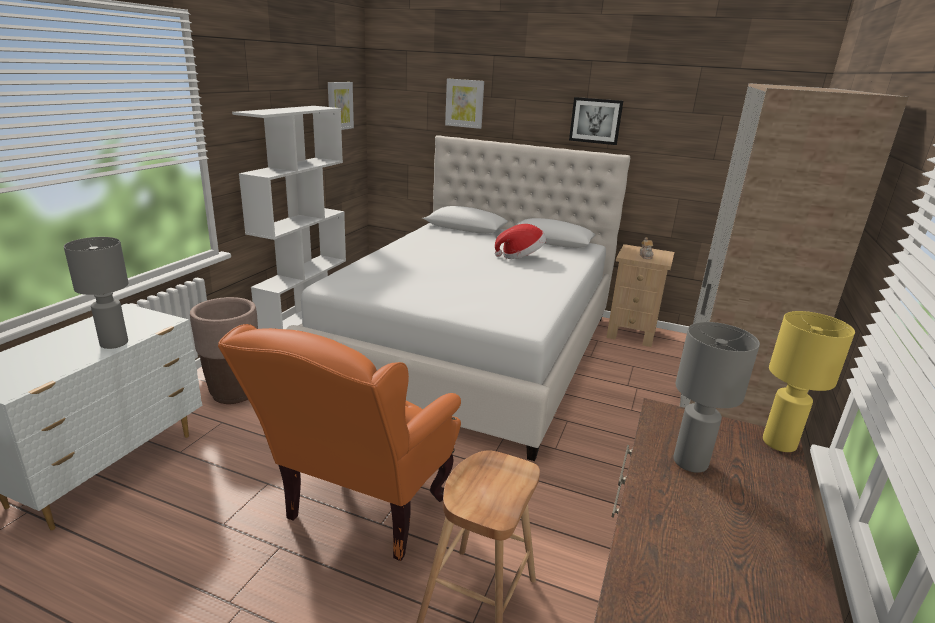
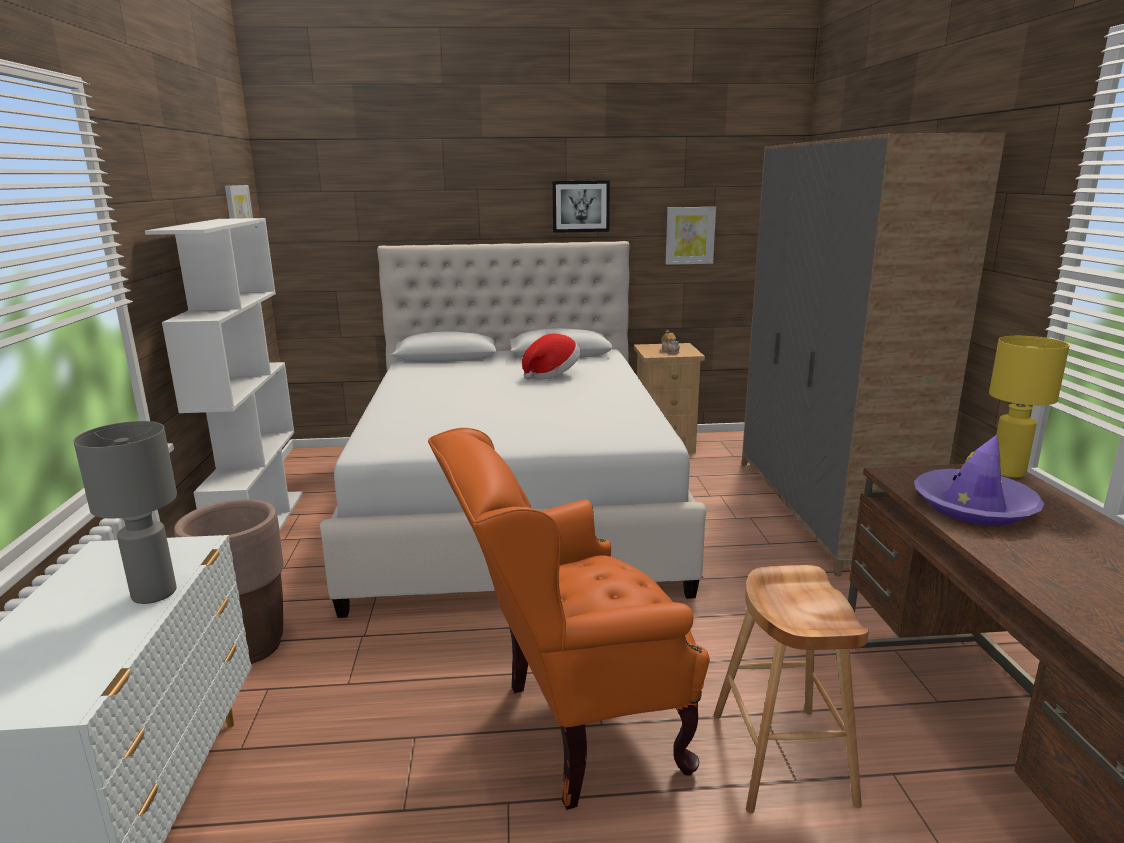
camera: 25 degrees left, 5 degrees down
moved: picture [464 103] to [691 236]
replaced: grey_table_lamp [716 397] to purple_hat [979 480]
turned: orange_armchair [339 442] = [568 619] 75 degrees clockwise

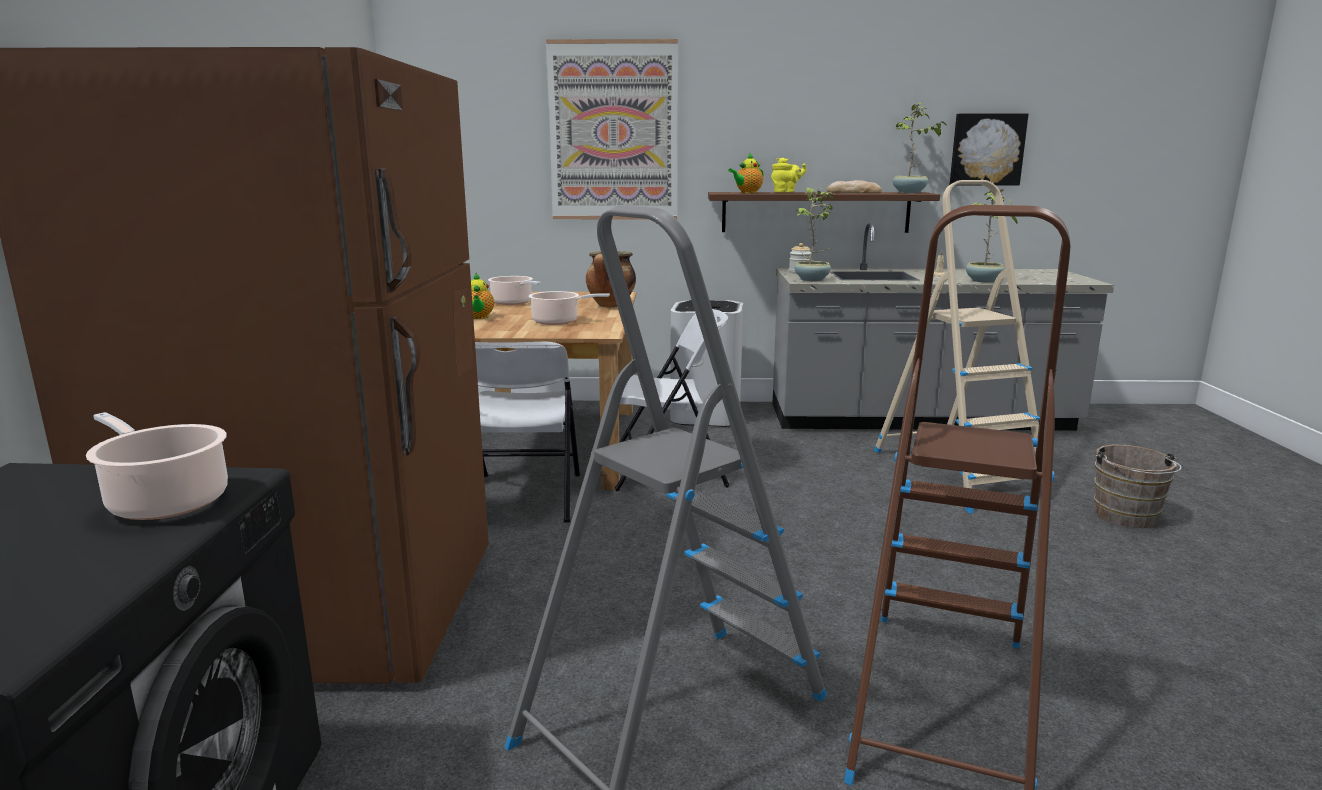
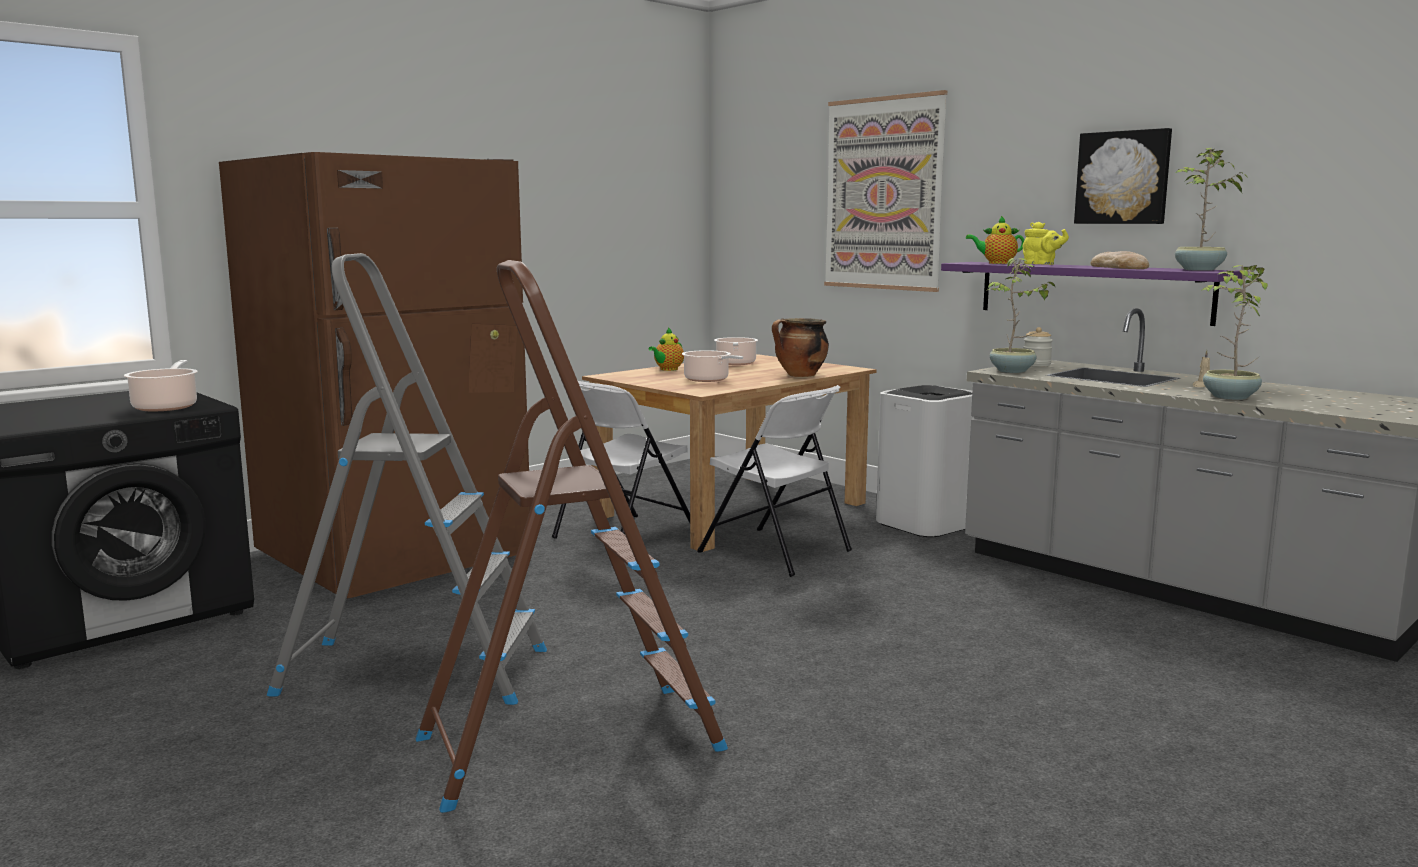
camera: 45 degrees right, 5 degrees down
removed: beige_step_ladder [957 346]; brown_bucket [1138 486]
moved: picture [989 149] to [1123 176]
recoloured: brown_shelf [824 212] to purple_shelf [1091 294]

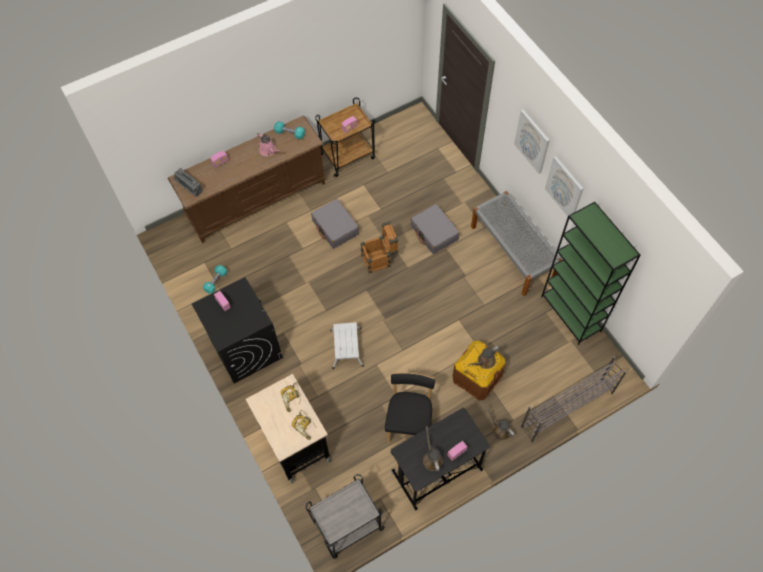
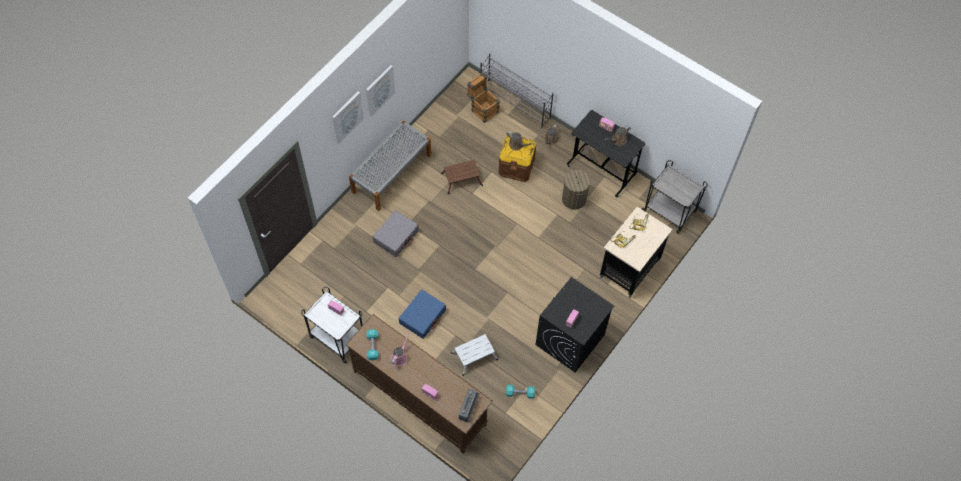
camera: 115 degrees left, 0 degrees up
removed: green_bookcase [590 273]
added: brown_step_ladder [462 177]
moved: white_step_ladder [347 345] to [475 355]; crate [379 247] to [483 97]
replaced: black_chair [410 407] to laundry_basket [576 189]
recoloured: grey_suitcase [335 224] to blue_suitcase [422 314]; brown_cart [345 137] to white_cart [332 325]

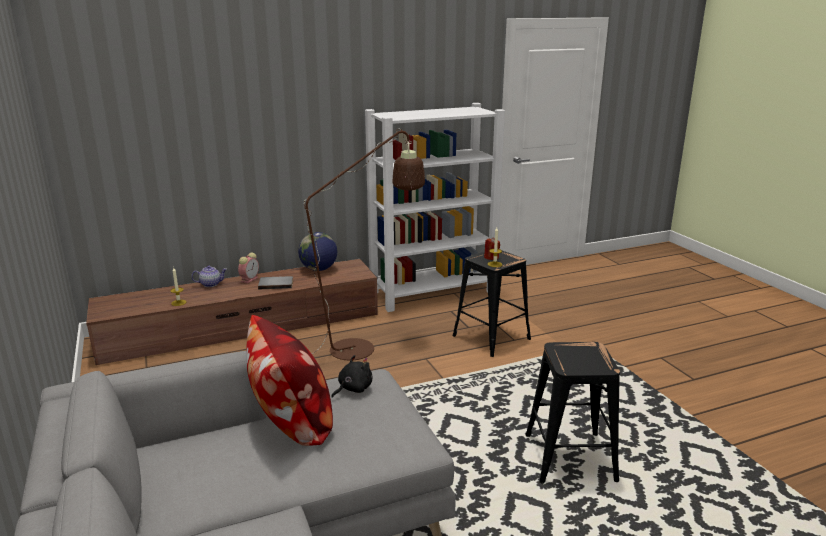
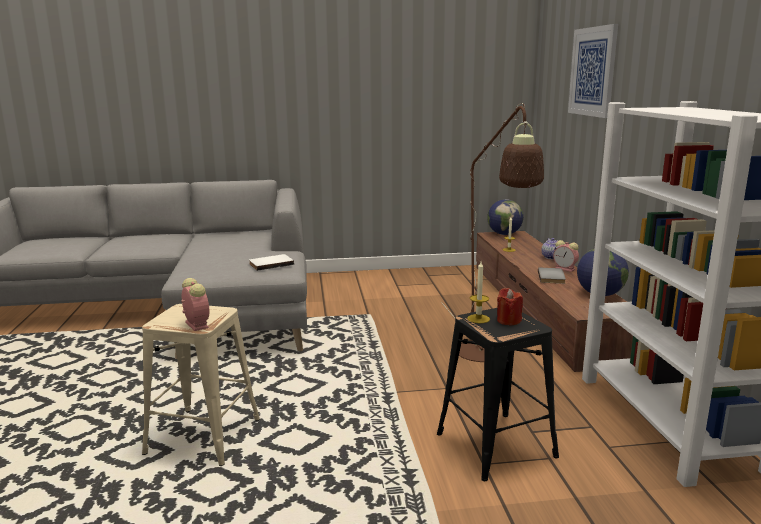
camera: 105 degrees right, 5 degrees down
removed: pillow [289 380]
added: alarm_clock [195 304]; globe [505 217]; picture [593 71]
replaced: black_plush_toy [351 376] to white_book [271 262]
recoloured: black_stool [573 413] to beige_stool [201 385]

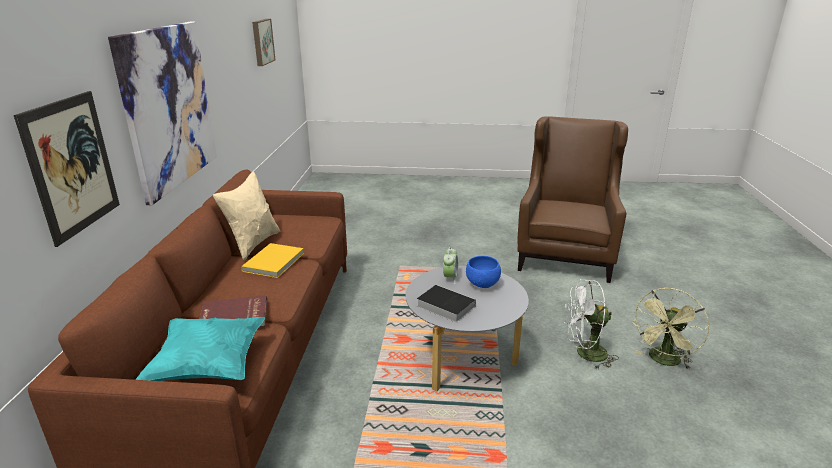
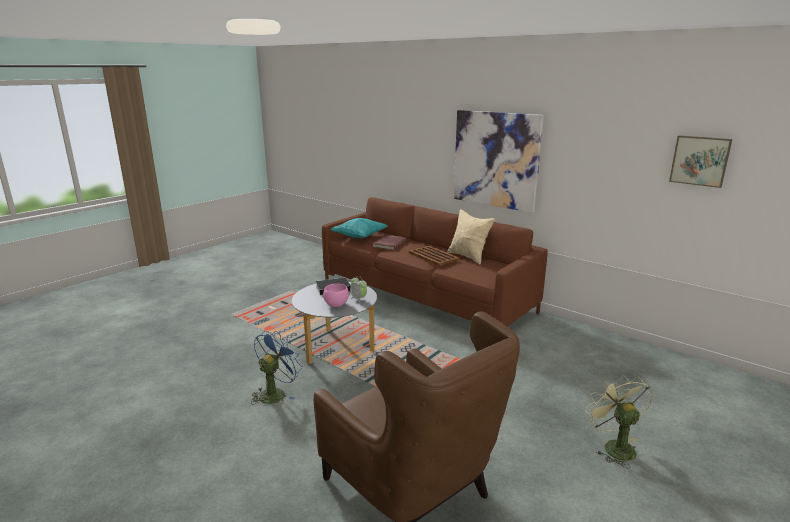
camera: 125 degrees right, 5 degrees down
removed: picture [67 169]
moved: green_fan [671 329] to [618 422]
replaced: yellow_book [272 260] to brown_tray [434 256]
recoloured: blue_bowl [483 272] to pink_bowl [336 295]; white_fan [591 324] to blue_fan [277 368]

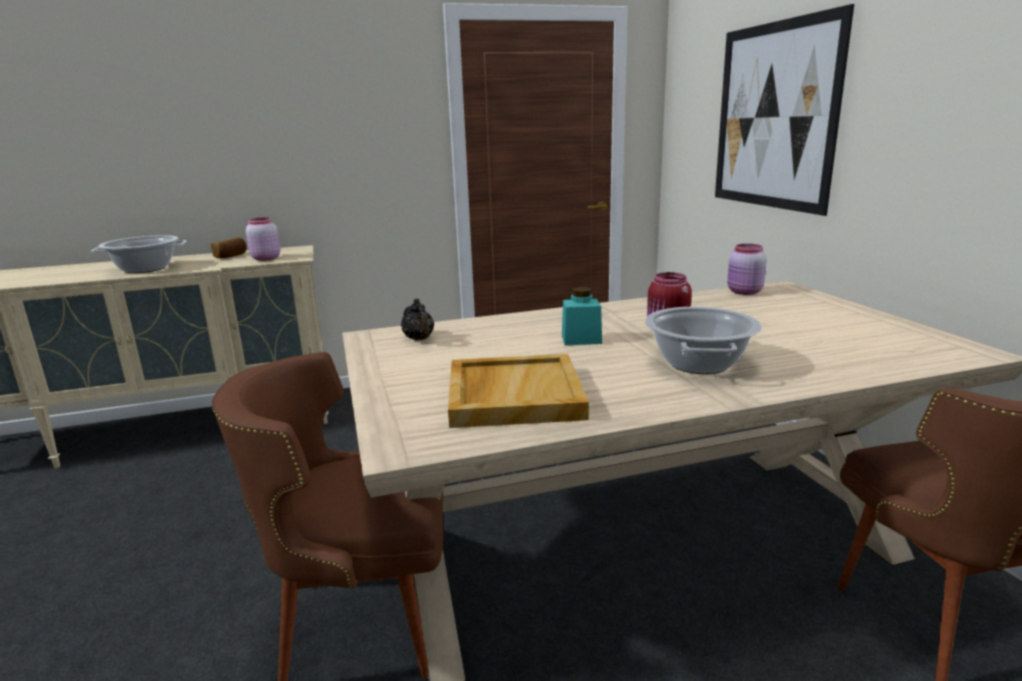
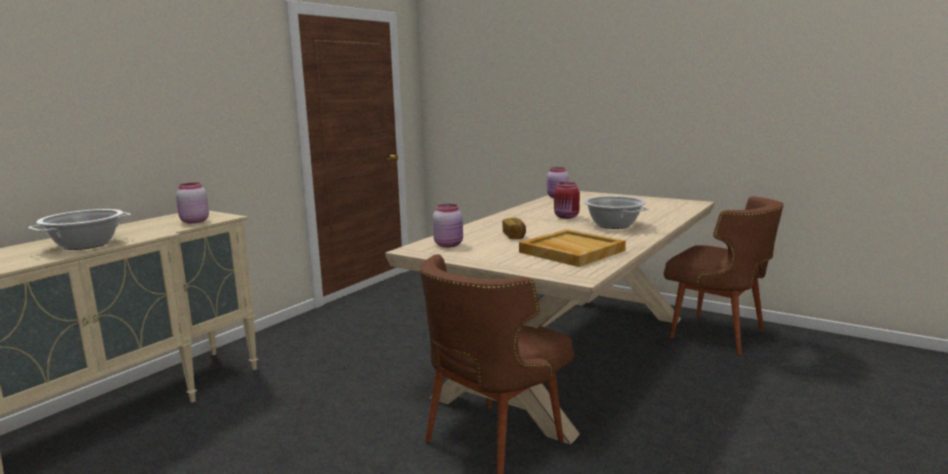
camera: 40 degrees left, 5 degrees down
removed: turquoise_jar [582 316]; picture [784 110]
moved: bread [229 247] to [514 228]
replaced: black_teapot [417 320] to pink_jar [448 225]

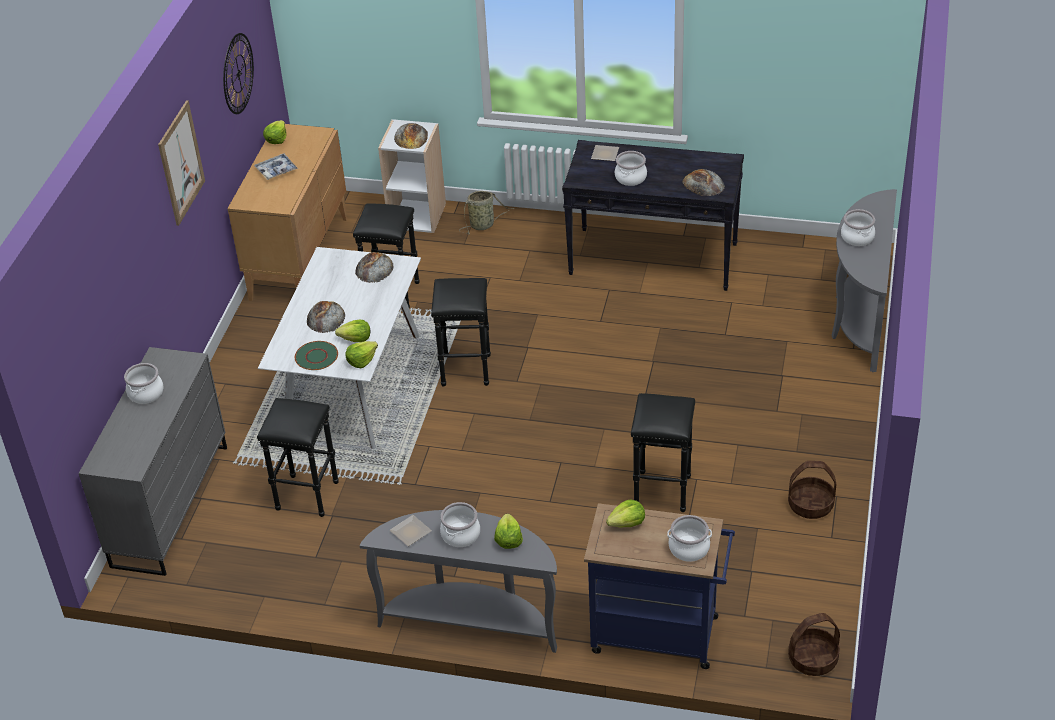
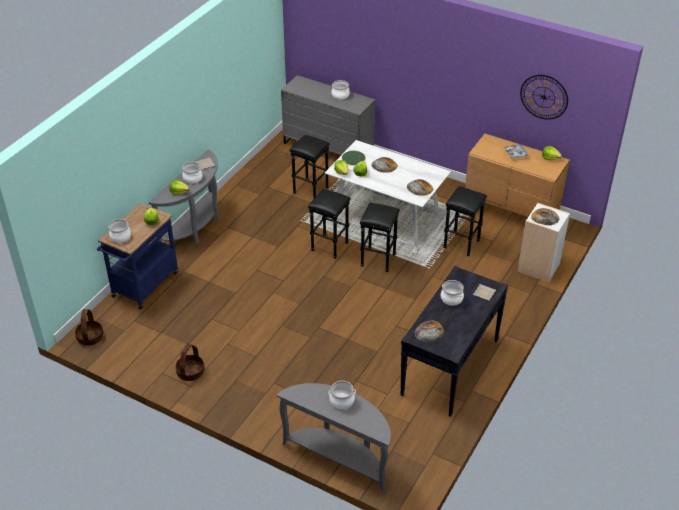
camera: 105 degrees right, 0 degrees up
removed: picture [181 163]; basket [486 212]
moved: black_stool [663 452] to [329 224]

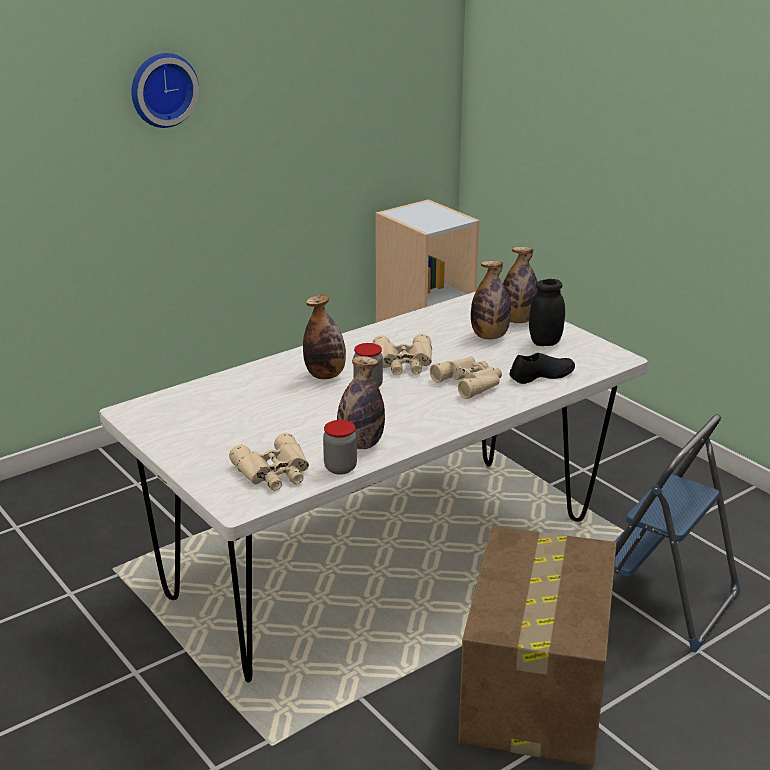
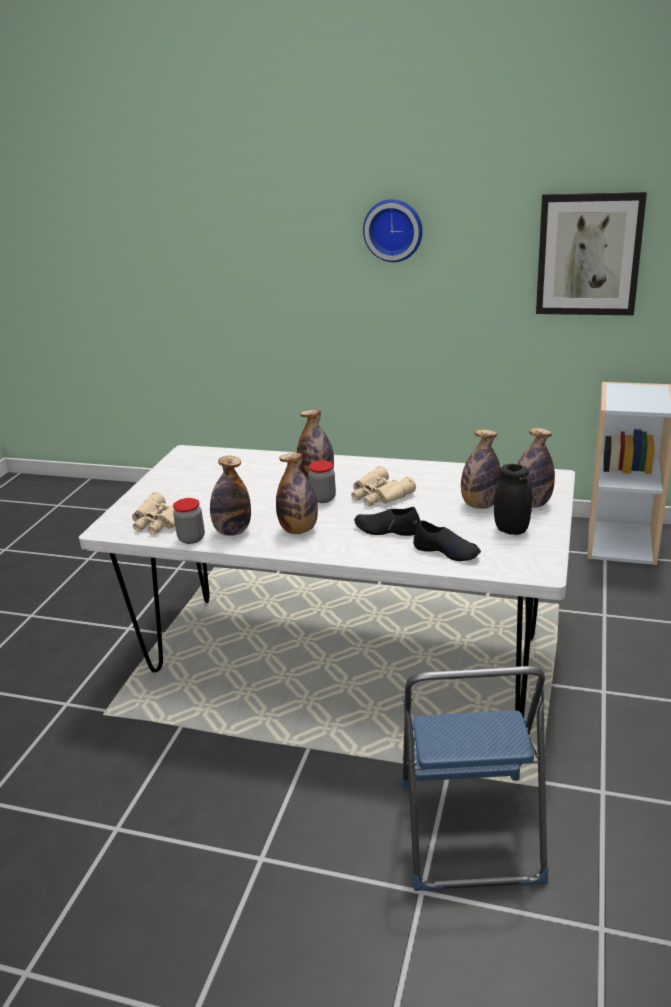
camera: 55 degrees right, 0 degrees up
removed: cardboard_box [537 646]
added: bottle [297 493]; picture [591 253]
replaced: beige_binoculars [466 377] to black_shoe [387 521]

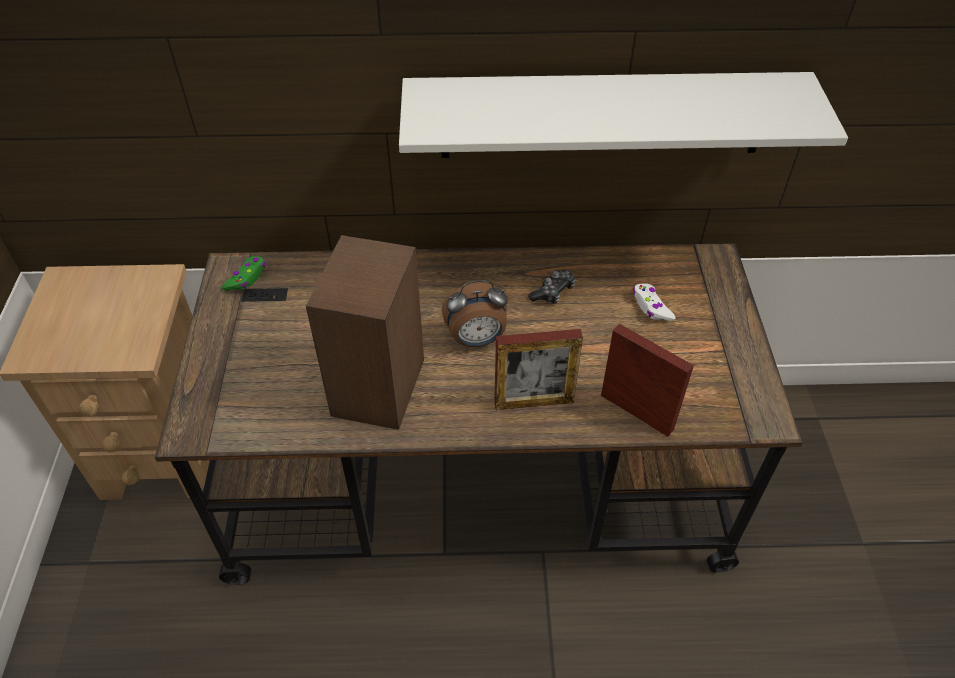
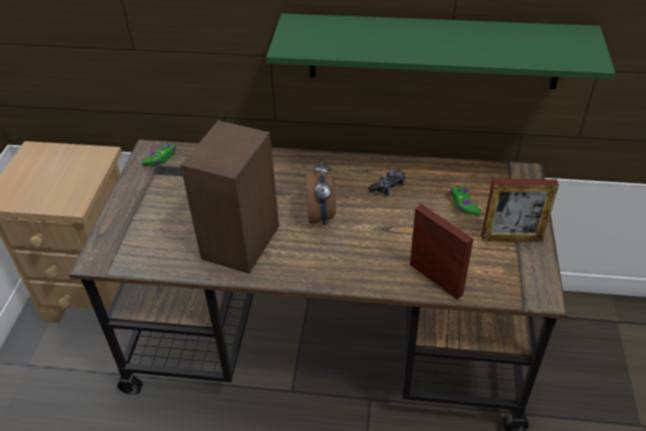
camera: 10 degrees right, 5 degrees down
moved: picture_frame [538 369] to [520 210]
recoloured: white_shelf [623 115] to green_shelf [440 51]; white_game_controller [654 302] to green_game_controller [465 201]
turned: alarm_clock [475 313] = [321 193] 90 degrees counterclockwise

